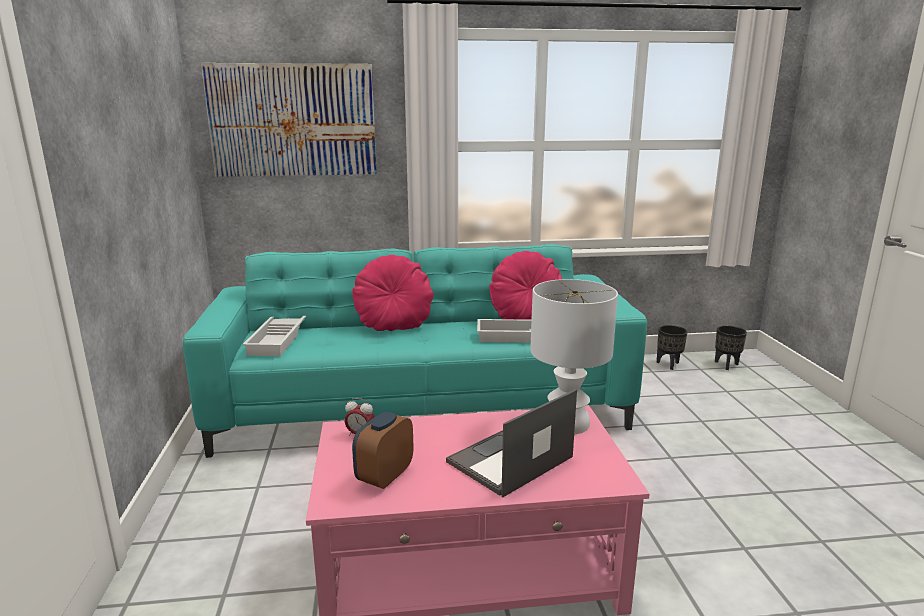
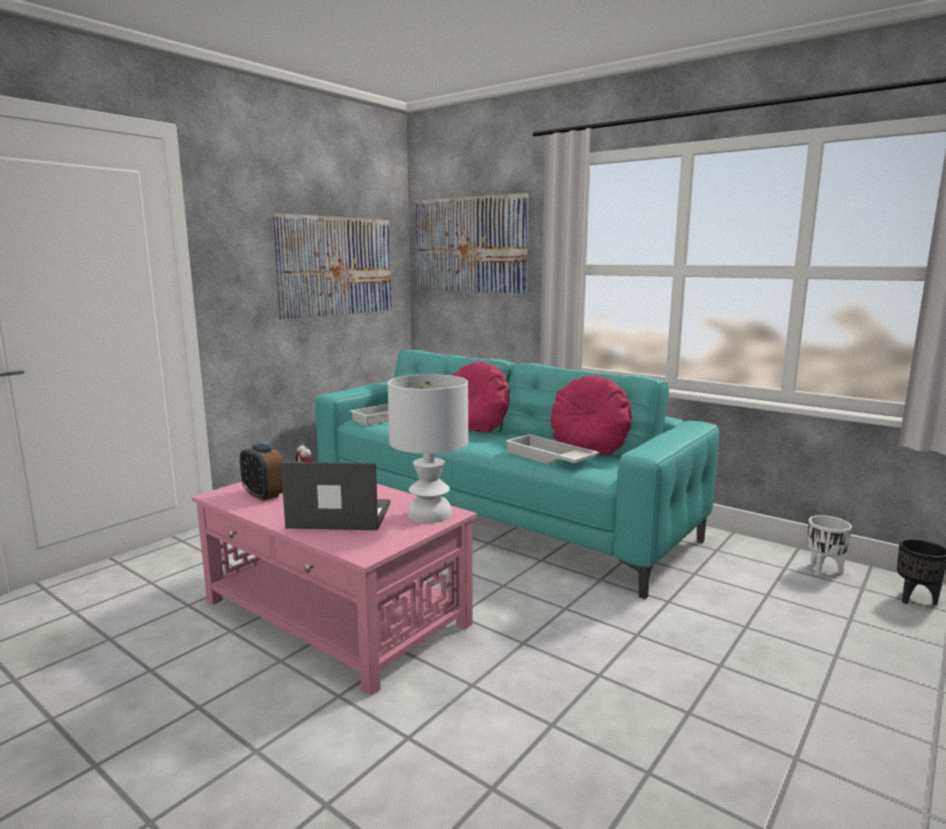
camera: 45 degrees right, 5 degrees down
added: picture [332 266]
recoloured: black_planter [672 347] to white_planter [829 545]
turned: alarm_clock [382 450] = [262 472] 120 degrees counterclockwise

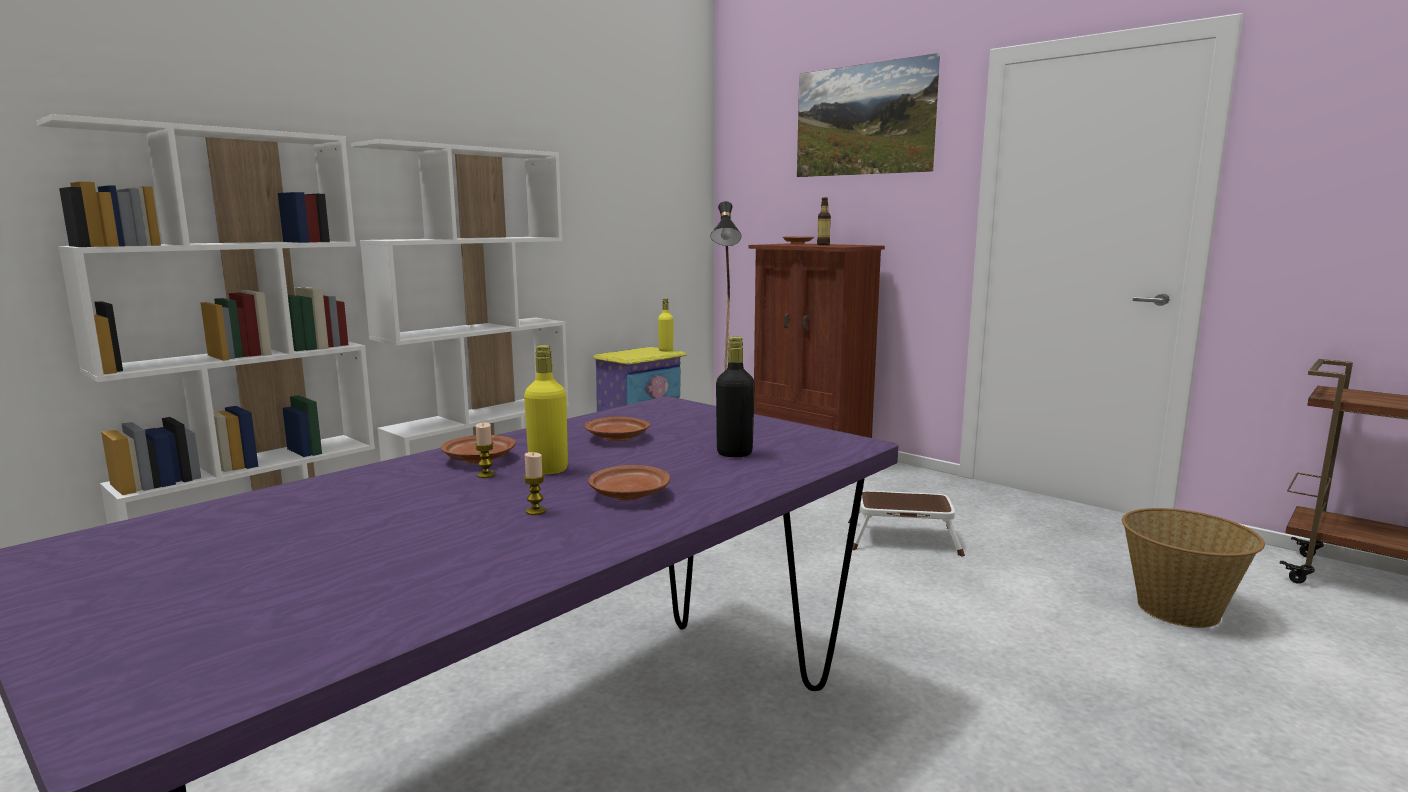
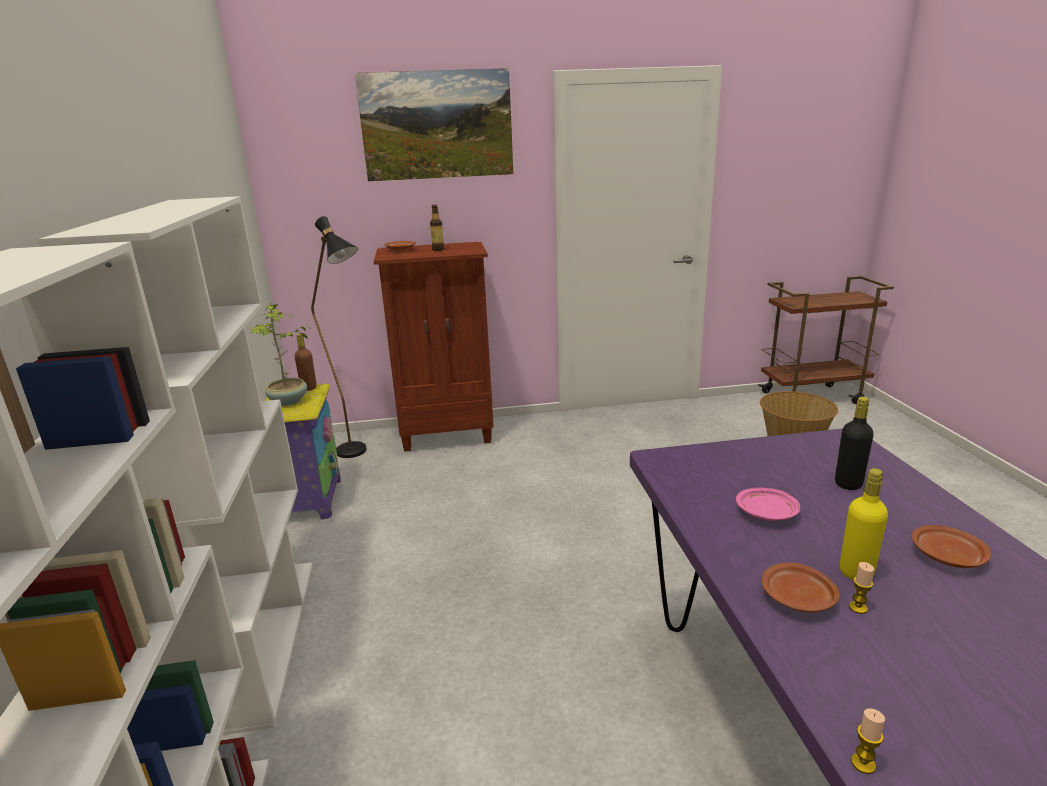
camera: 50 degrees left, 10 degrees up
removed: brown_step_ladder [906 524]
added: potted_plant [280 354]
moved: candle [534 483] to [868 741]
recoloured: brown_plate [617 428] to pink_plate [768 504]; yellow_bottle [665 325] to brown_bottle [305 362]

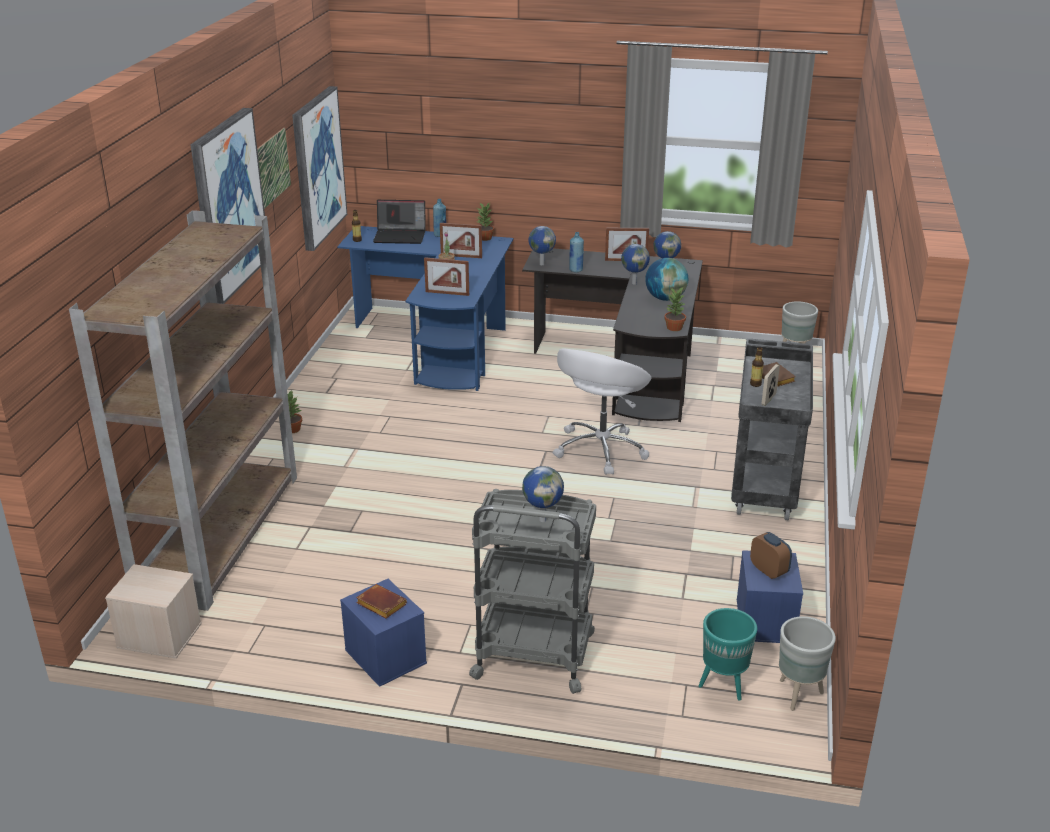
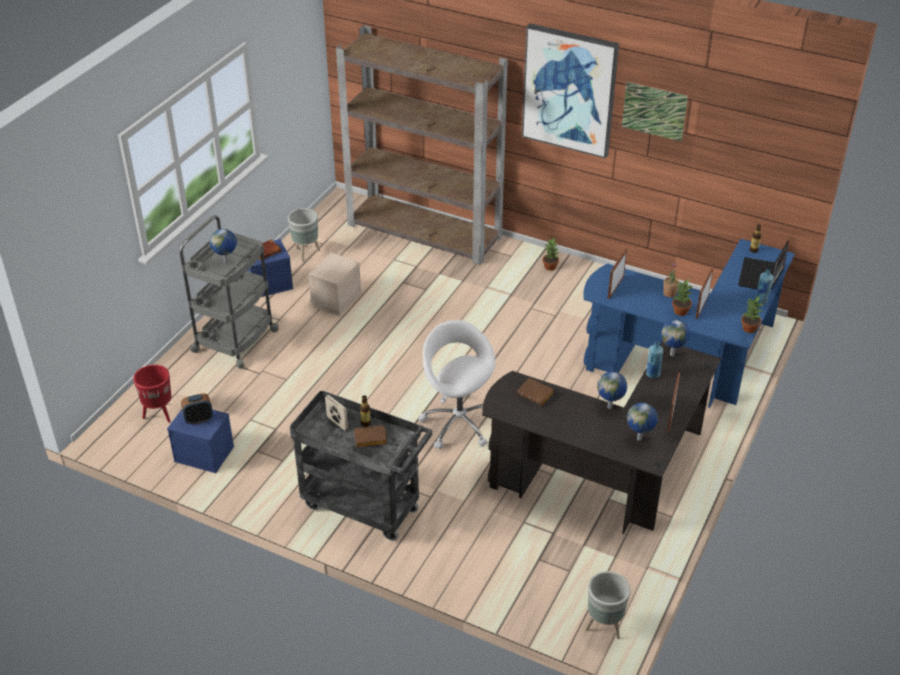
camera: 105 degrees right, 10 degrees up
removed: picture [319 168]; globe [666 279]
added: brown_book [535 392]
moved: beige_storage_box [153 611] to [334 284]; potted_plant [675 309] to [682 297]; grey_planter [807 663] to [304 235]
recoloured: turquoise_planter [728 654] to red_planter [152 394]

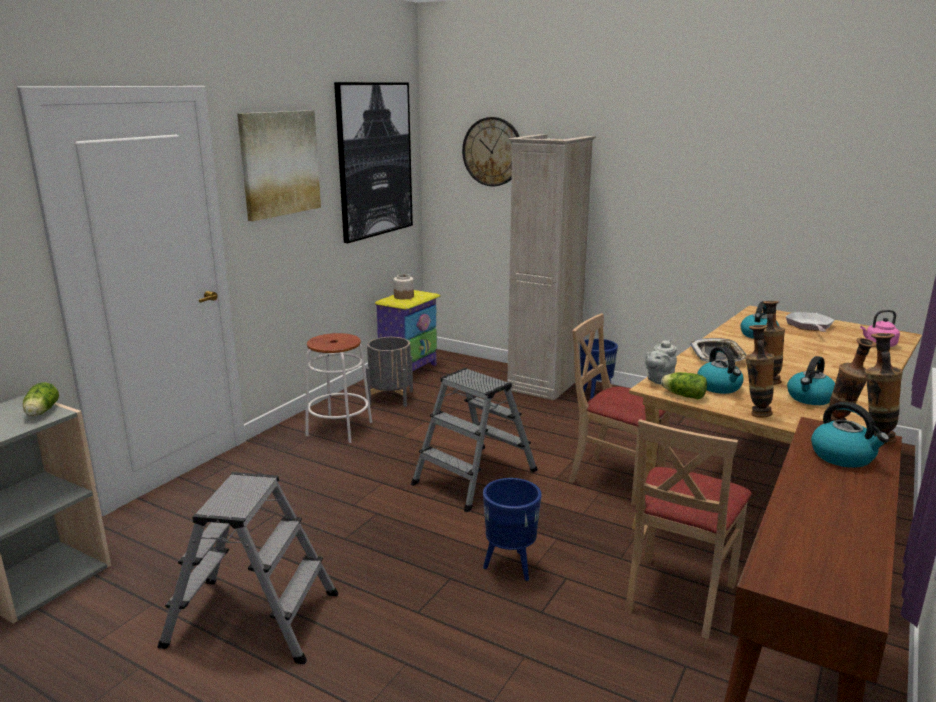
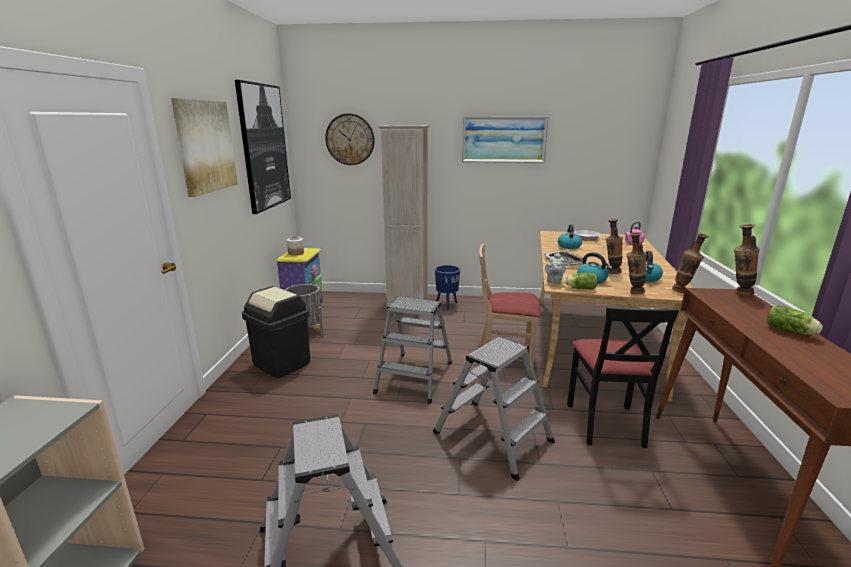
camera: 25 degrees left, 0 degrees up
removed: kettle [850 435]
added: picture [505 139]
moved: lettuce [41 399] to [795 320]
replaced: white_stool [338 388] to black_trash_can [276 332]; blue_planter [512 529] to grey_step_ladder [494 408]
recoloured: beige_chair [688 529] to black_chair [623 377]

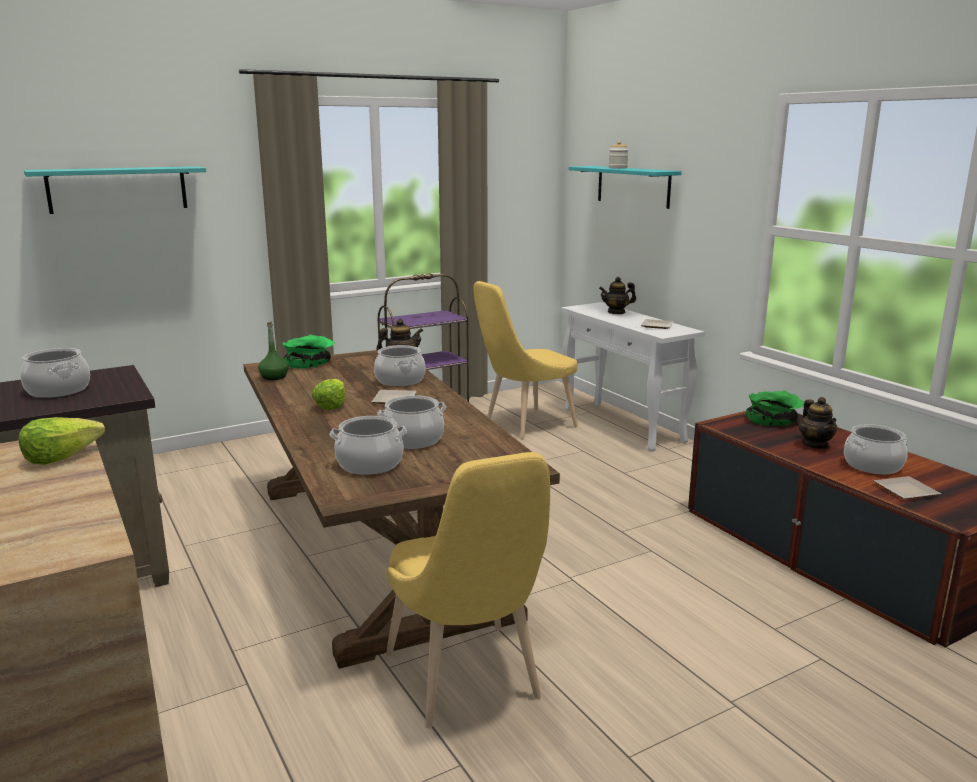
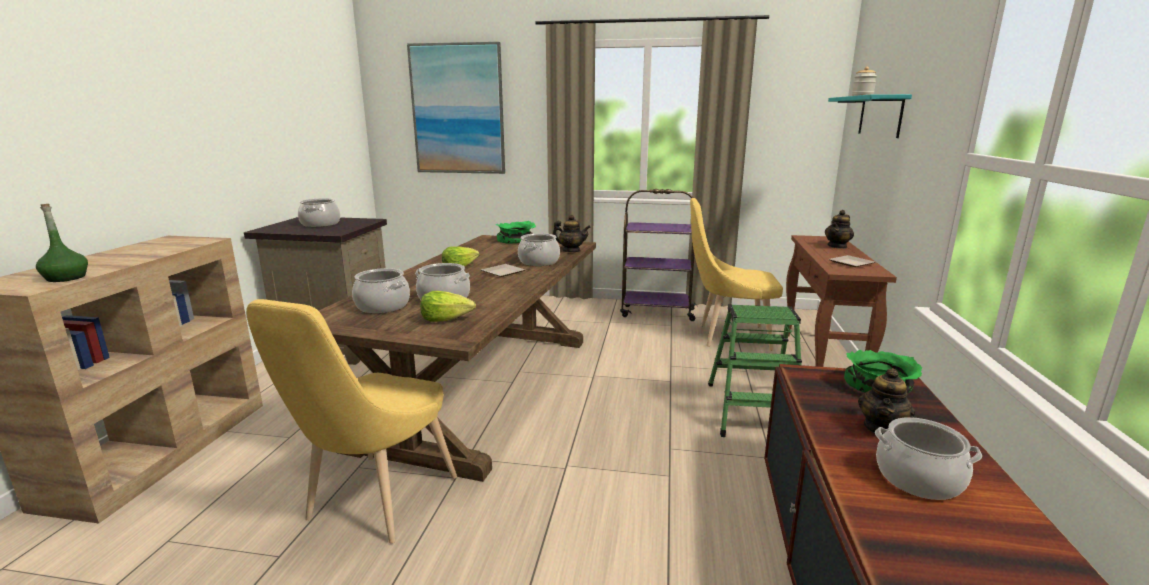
camera: 40 degrees right, 0 degrees up
removed: plate [907 487]
added: green_step_ladder [755 370]
moved: lettuce [61 441] to [448 306]; green_bottle [273 350] to [62 243]
replaced: turquoise_shelf [115 190] to picture [456 108]
recoloured: white_console_table [633 377] to brown_console_table [841 301]
turned: teapot [617 295] = [839 229] 75 degrees counterclockwise

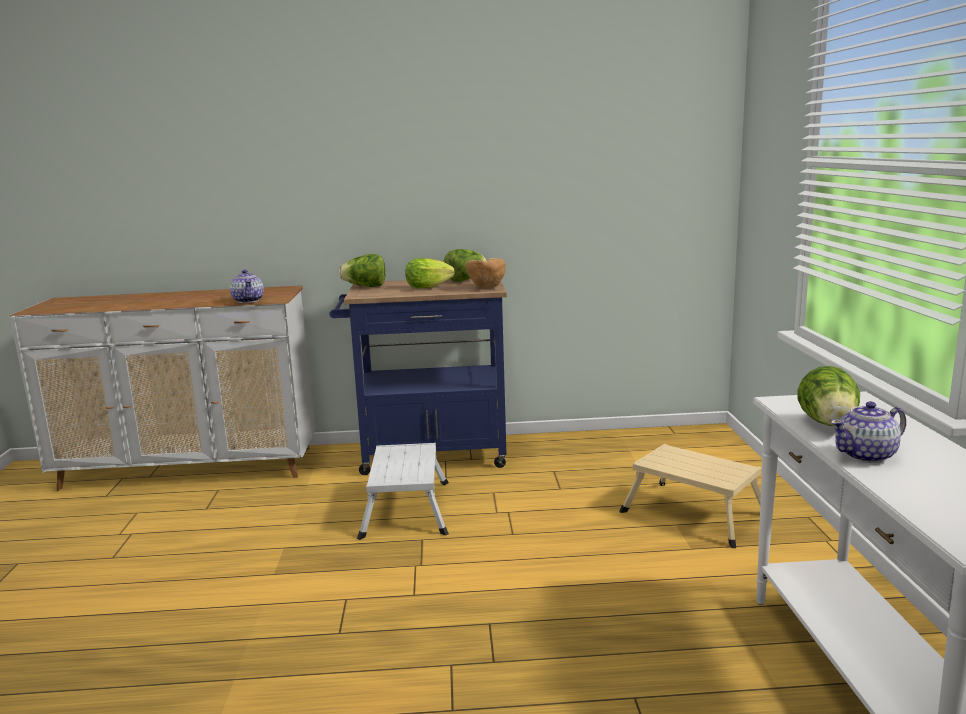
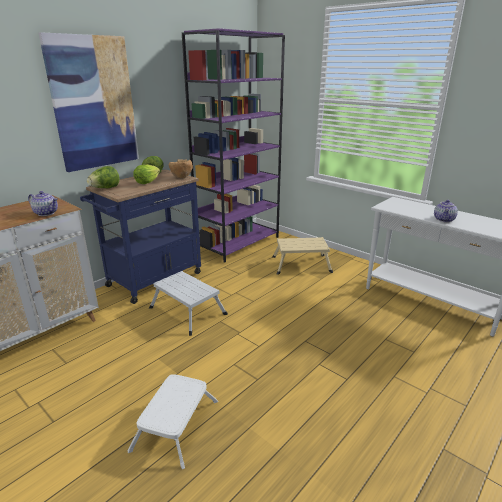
camera: 45 degrees left, 10 degrees up
removed: lettuce [829 396]
added: picture [89 102]; white_step_ladder [173 421]; purple_bookcase [233 145]

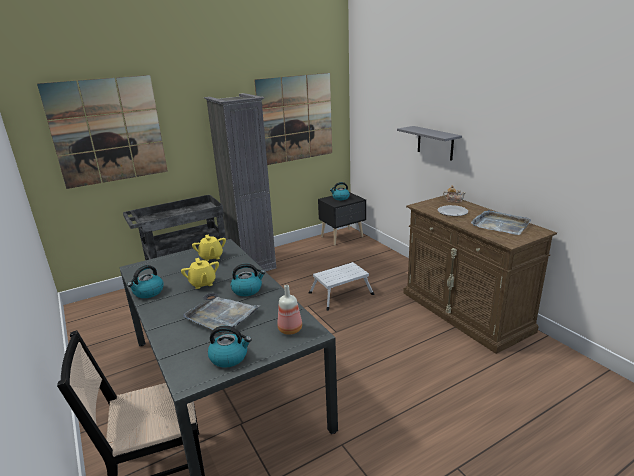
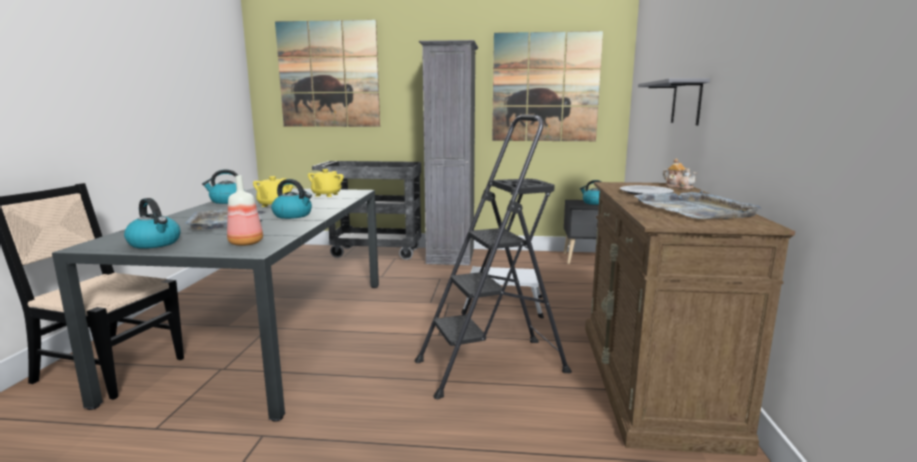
camera: 35 degrees right, 10 degrees down
added: step_ladder [493 256]

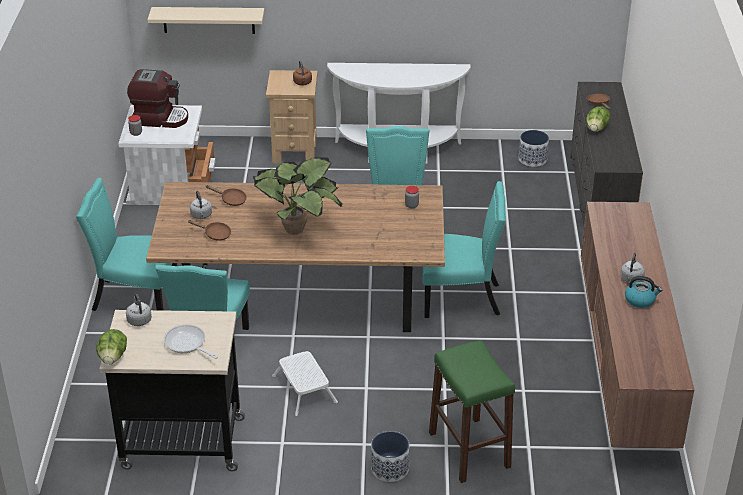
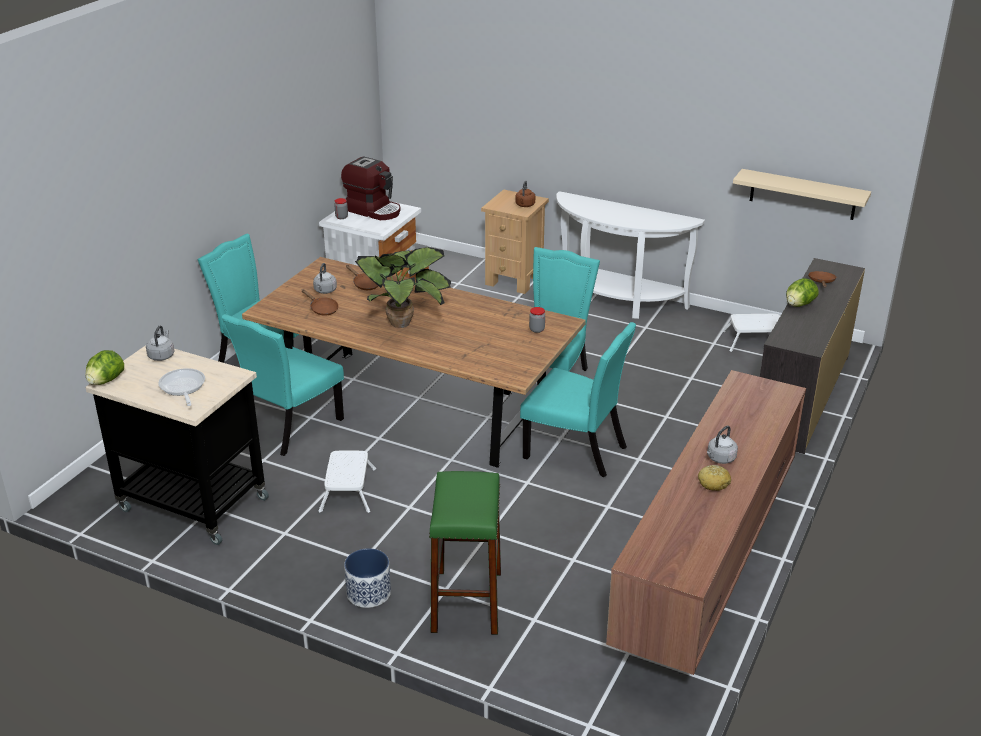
camera: 25 degrees right, 5 degrees down
moved: beige_shelf [206 20] to [802 194]
replaced: planter [534 148] to white_step_ladder [751 333]; kettle [643 292] to bread [714 478]

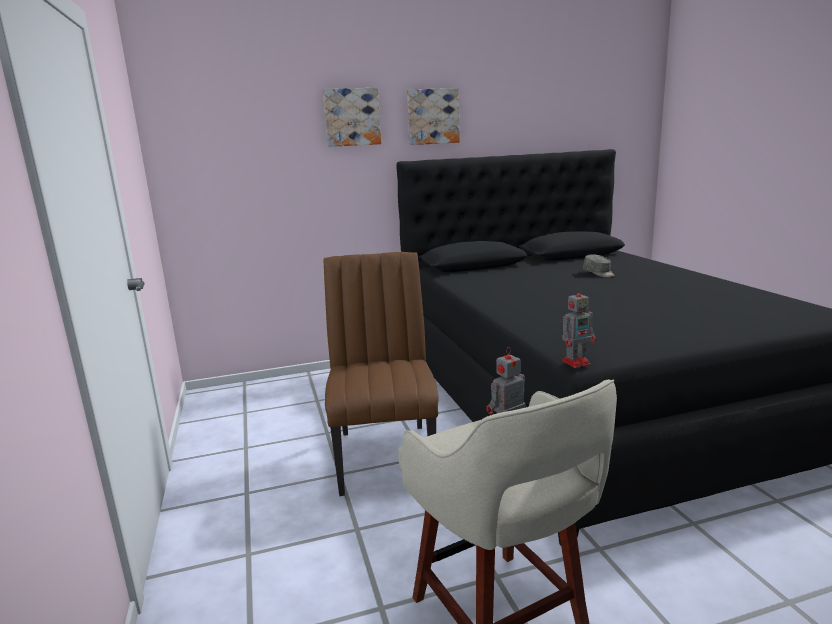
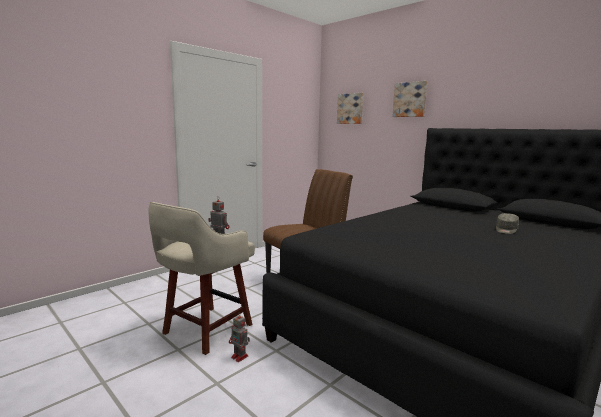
camera: 60 degrees right, 5 degrees down
moved: picture [433 116] to [350 108]; toy_robot [579 327] to [239 337]

